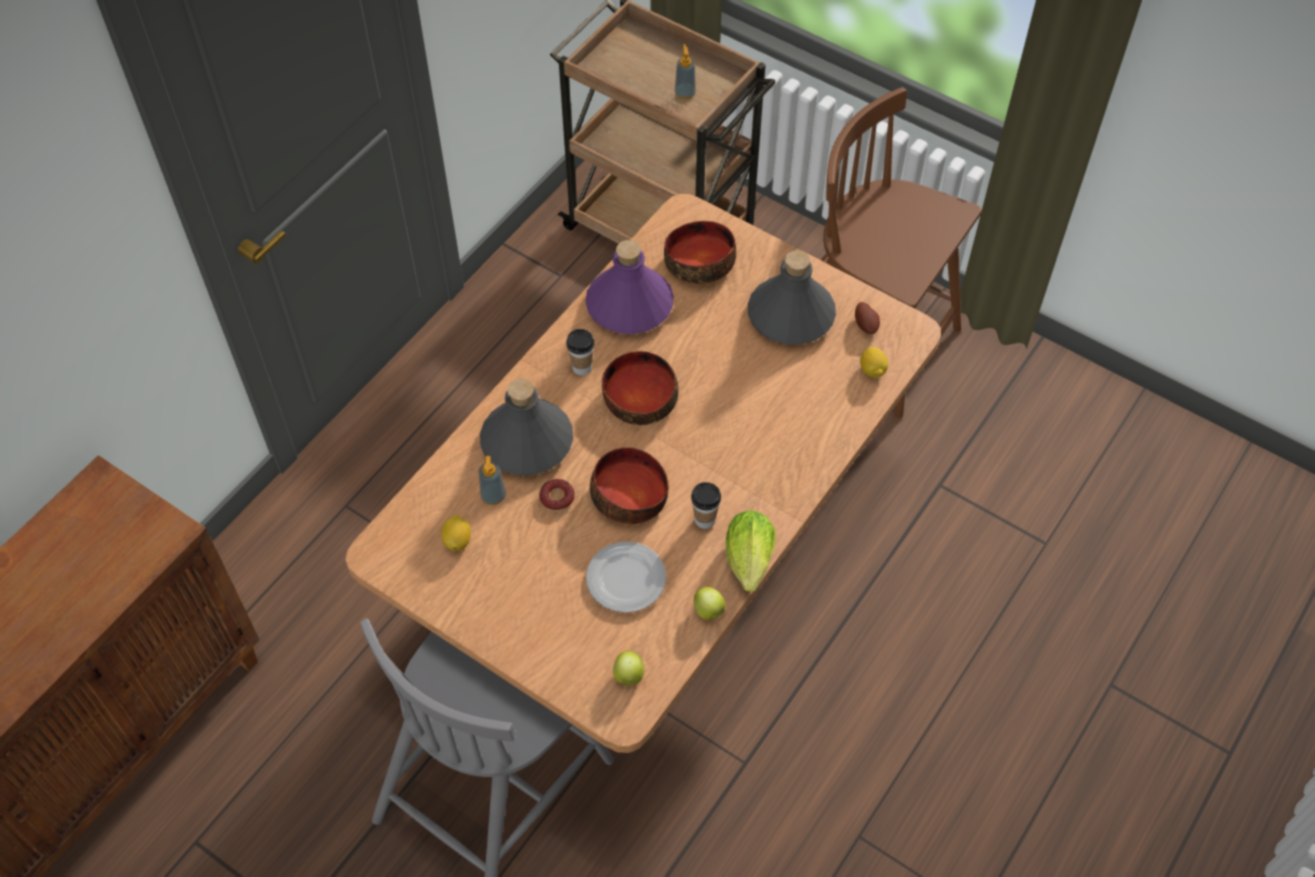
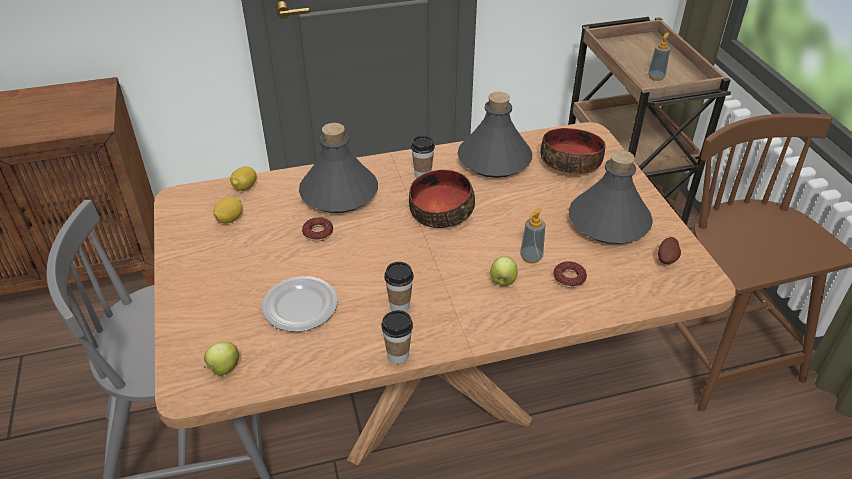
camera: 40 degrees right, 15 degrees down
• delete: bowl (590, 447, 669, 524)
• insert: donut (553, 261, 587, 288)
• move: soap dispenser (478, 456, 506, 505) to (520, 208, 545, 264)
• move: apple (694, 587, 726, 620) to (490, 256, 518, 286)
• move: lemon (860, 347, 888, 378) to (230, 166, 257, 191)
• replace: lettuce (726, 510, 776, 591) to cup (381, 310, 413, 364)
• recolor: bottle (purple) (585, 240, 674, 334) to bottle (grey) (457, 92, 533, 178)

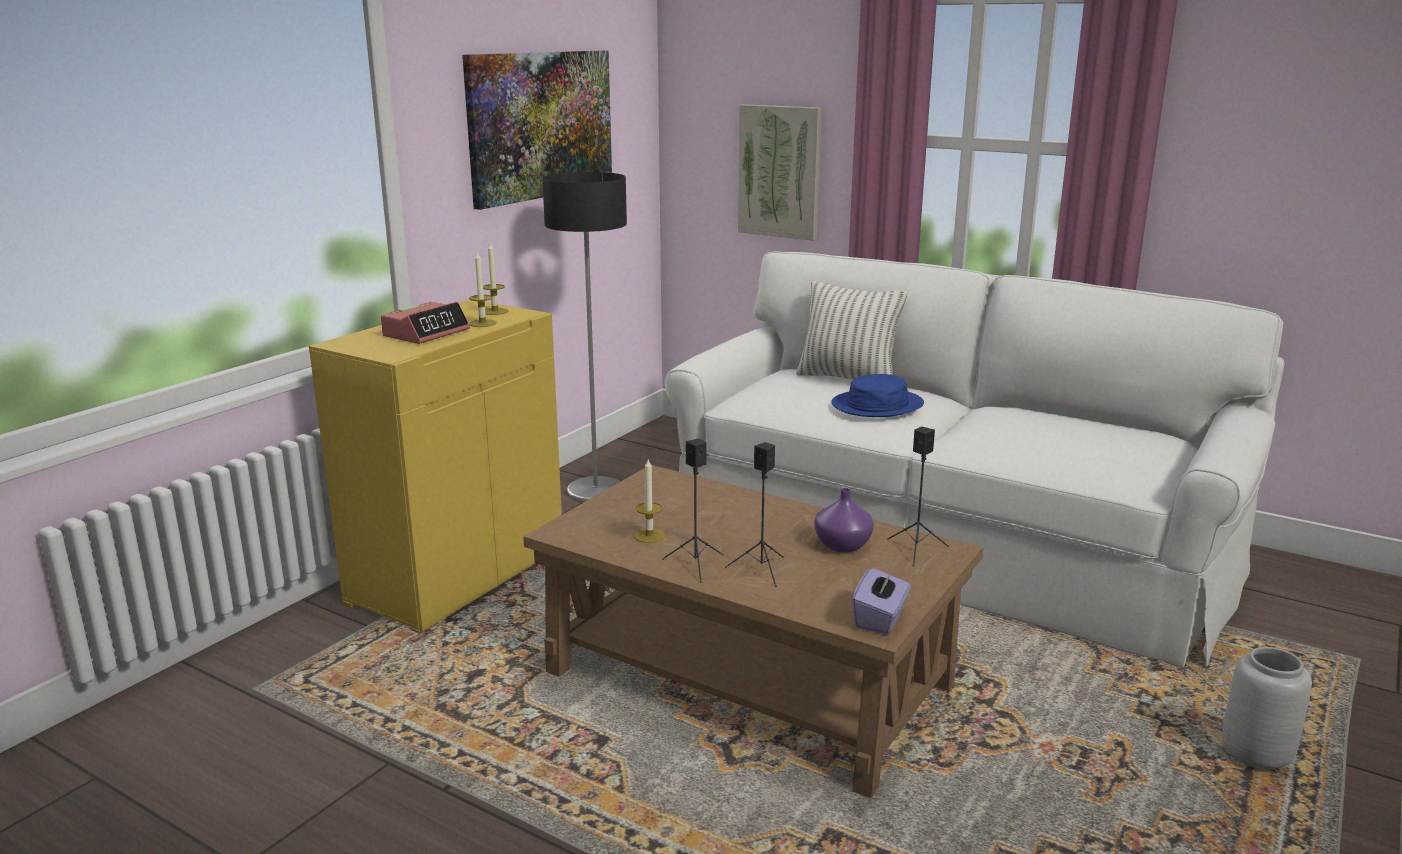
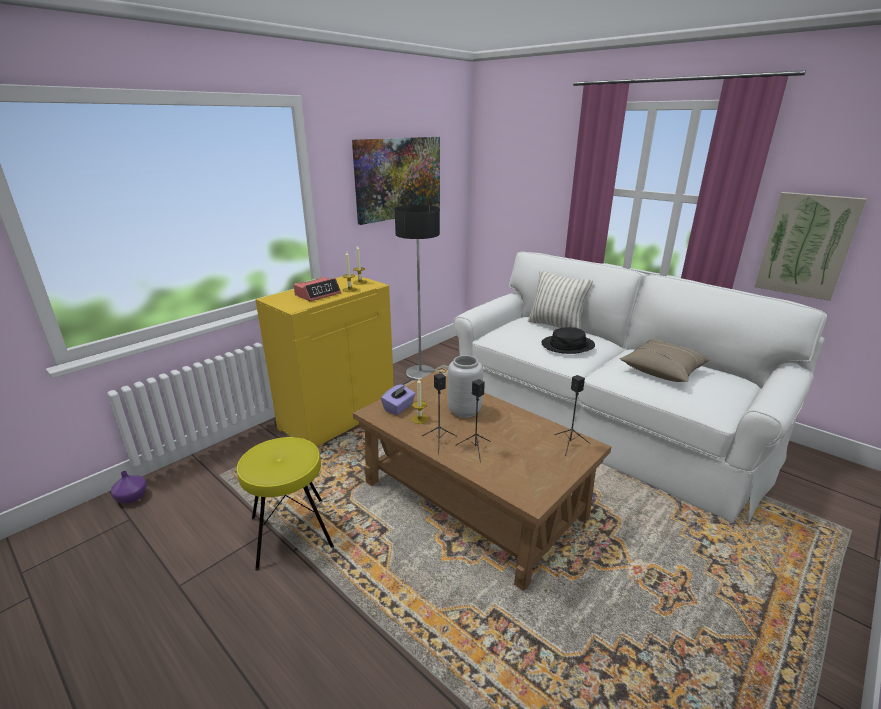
camera: 10 degrees right, 5 degrees up
• insert: stool (yellow) (237, 437, 334, 571)
• insert: pillow (beige) (620, 339, 711, 382)
• move: picture (738, 104, 822, 241) to (754, 192, 867, 301)
• move: vase (purple) (814, 488, 874, 553) to (111, 471, 147, 503)
• move: tissue box (purple) (852, 568, 910, 635) to (381, 384, 416, 415)
• move: vase (grey) (1222, 647, 1312, 770) to (448, 355, 483, 418)
• recolor: hat (blue) (831, 374, 924, 417) to hat (black) (541, 327, 595, 354)

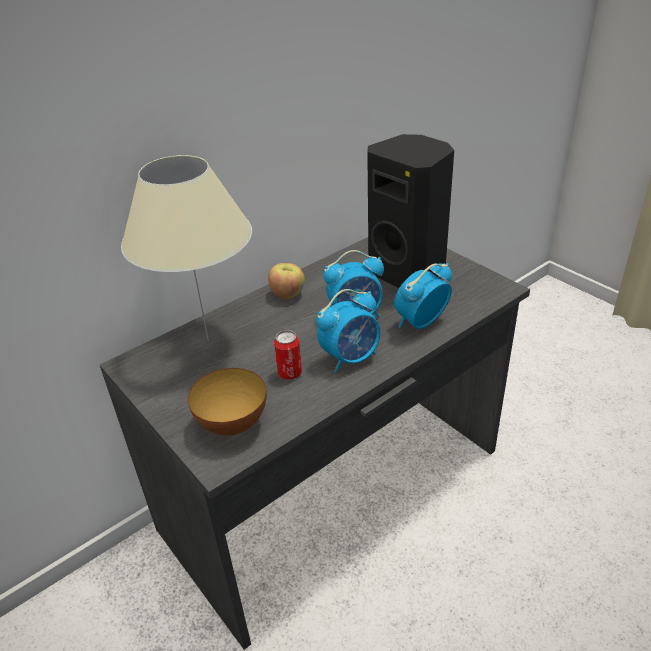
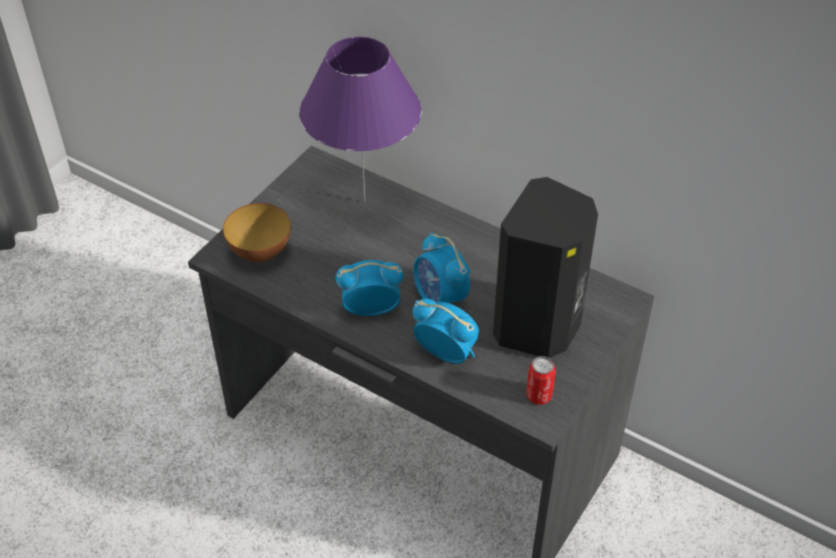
camera: 70 degrees right, 10 degrees up
• delete: apple (268, 263, 305, 299)
• move: can (274, 330, 302, 380) to (526, 356, 556, 404)
• recolor: table lamp (beige) (121, 155, 252, 341) to table lamp (purple) (299, 37, 422, 202)
• rotate: alarm clock (316, 289, 380, 373) = (336, 260, 403, 316) 135 degrees clockwise

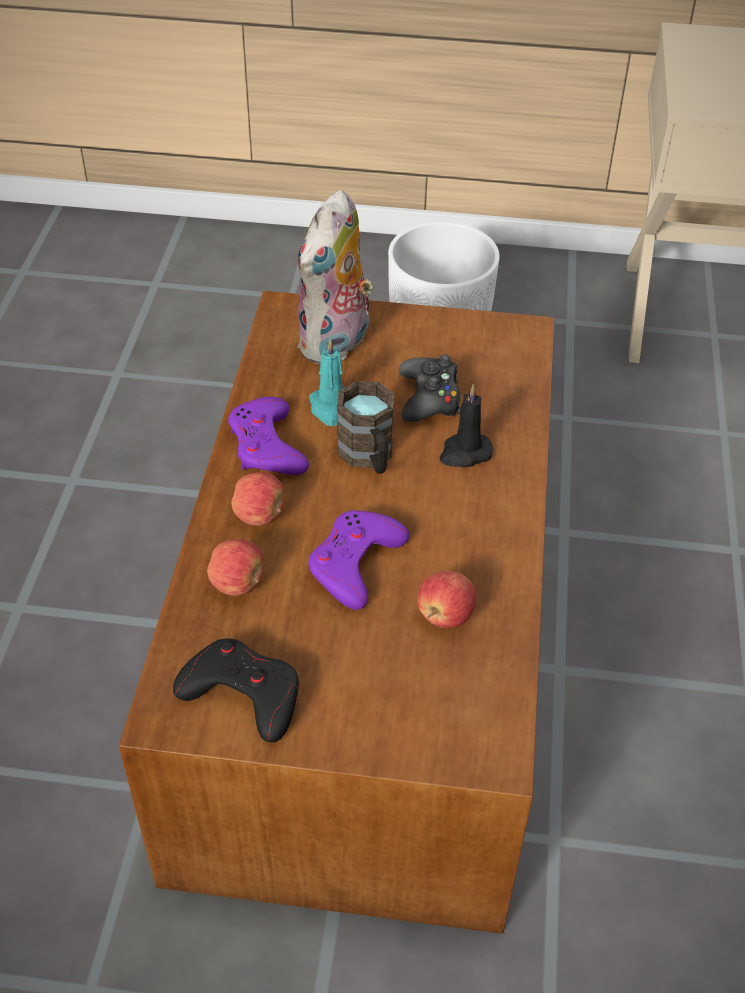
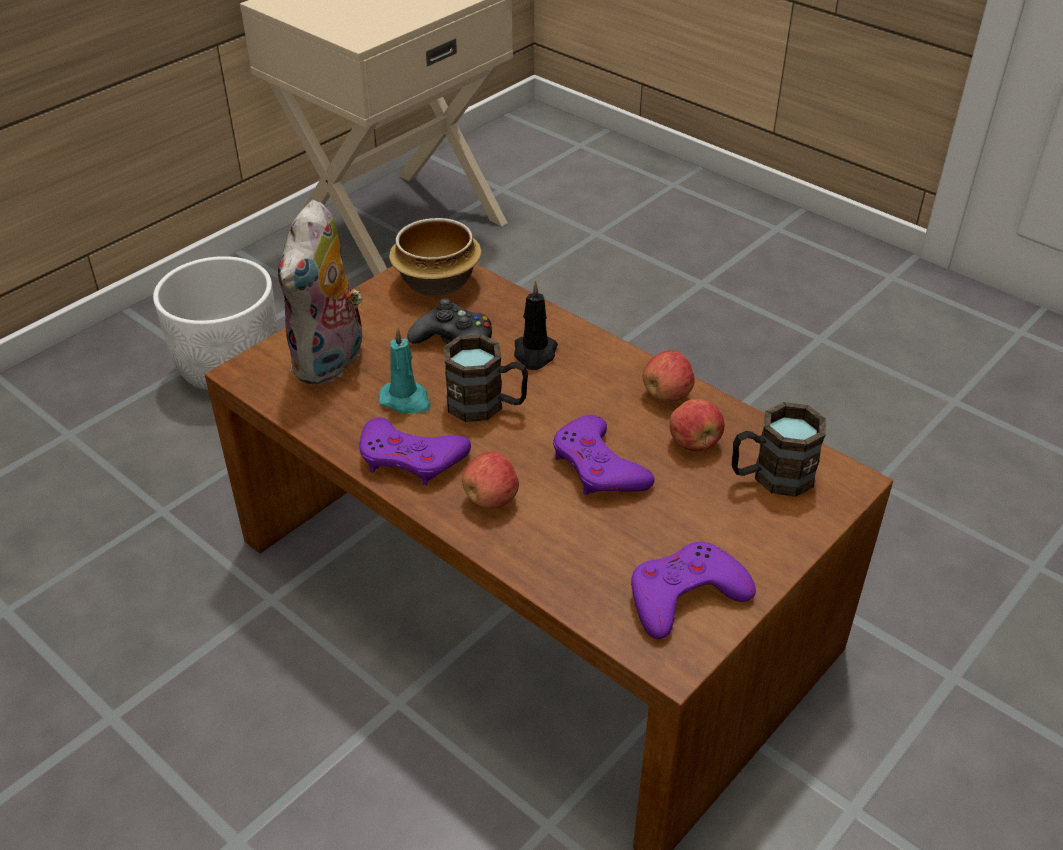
camera: 55 degrees left, 5 degrees down
• insert: bowl (389, 218, 482, 296)
• insert: mug (brown) (732, 402, 826, 497)
• move: apple (207, 539, 264, 596) to (643, 350, 695, 402)
• recolor: game controller (black) (173, 638, 299, 743) to game controller (purple) (631, 542, 756, 639)
• rotate: plush toy (297, 190, 374, 364) = (278, 200, 370, 385) 45 degrees clockwise

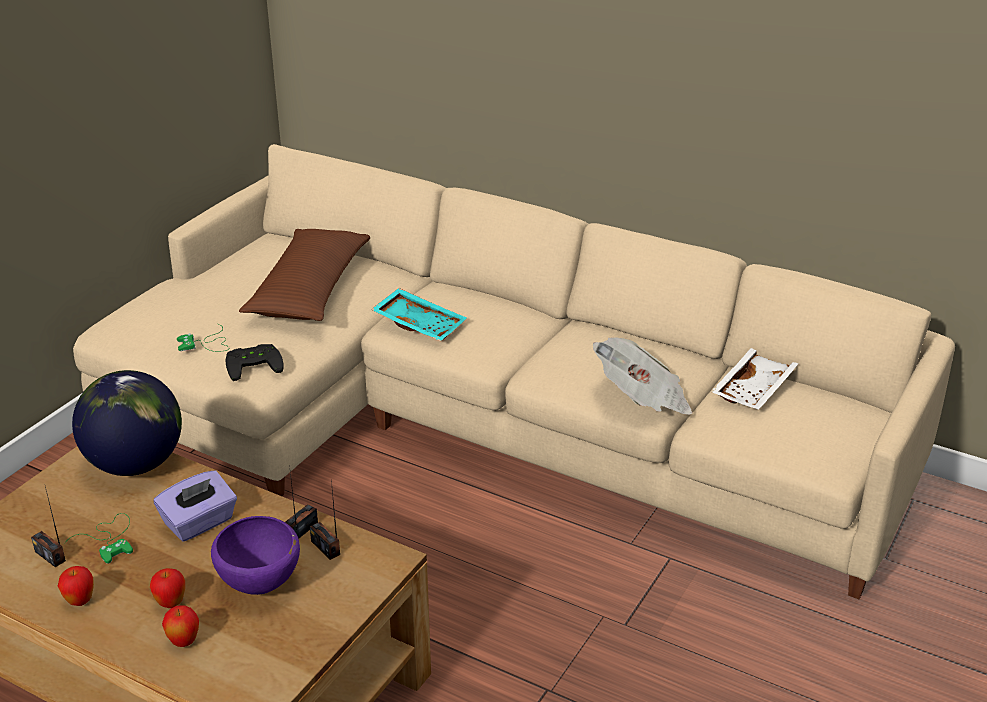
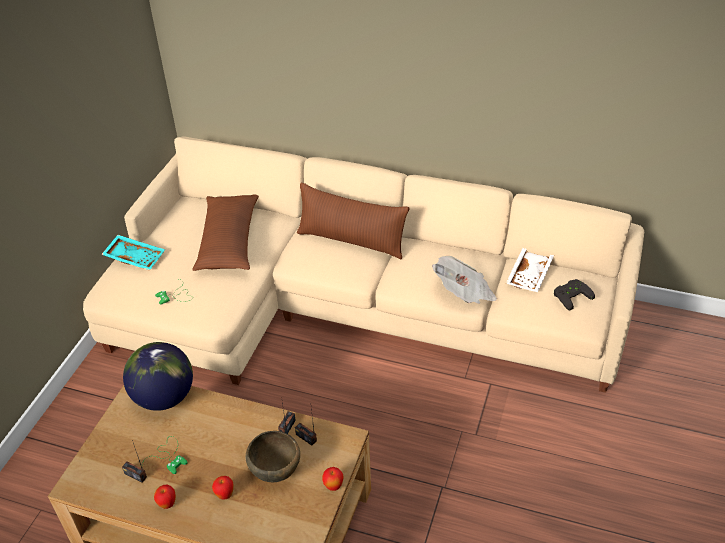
camera: 10 degrees left, 10 degrees up
• delete: tissue box (purple) (154, 470, 237, 542)
• insert: pillow (brown) (297, 183, 410, 259)
• move: apple (162, 605, 199, 647) to (322, 467, 343, 491)
• move: game controller (black) (226, 344, 284, 381) to (554, 279, 595, 311)
• move: tray (turquoise) (371, 288, 467, 341) to (101, 235, 165, 271)
• recolor: bowl (purple) (211, 516, 300, 595) to bowl (brown) (246, 431, 300, 482)

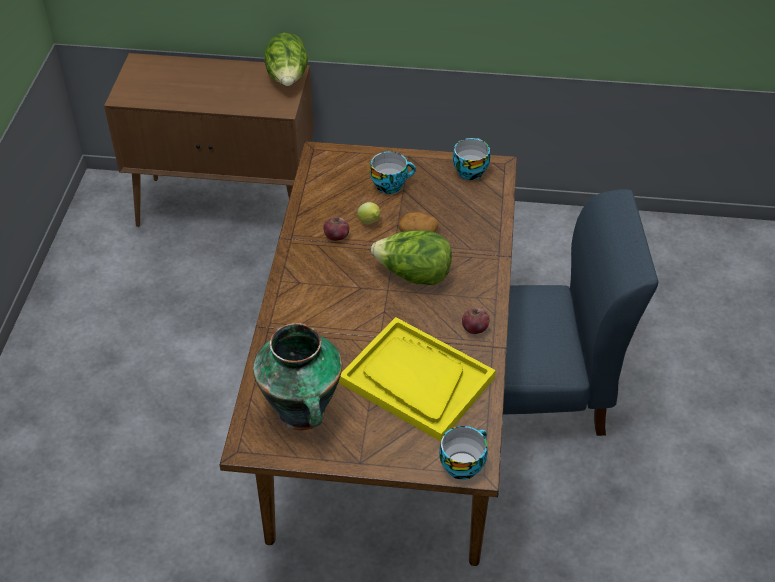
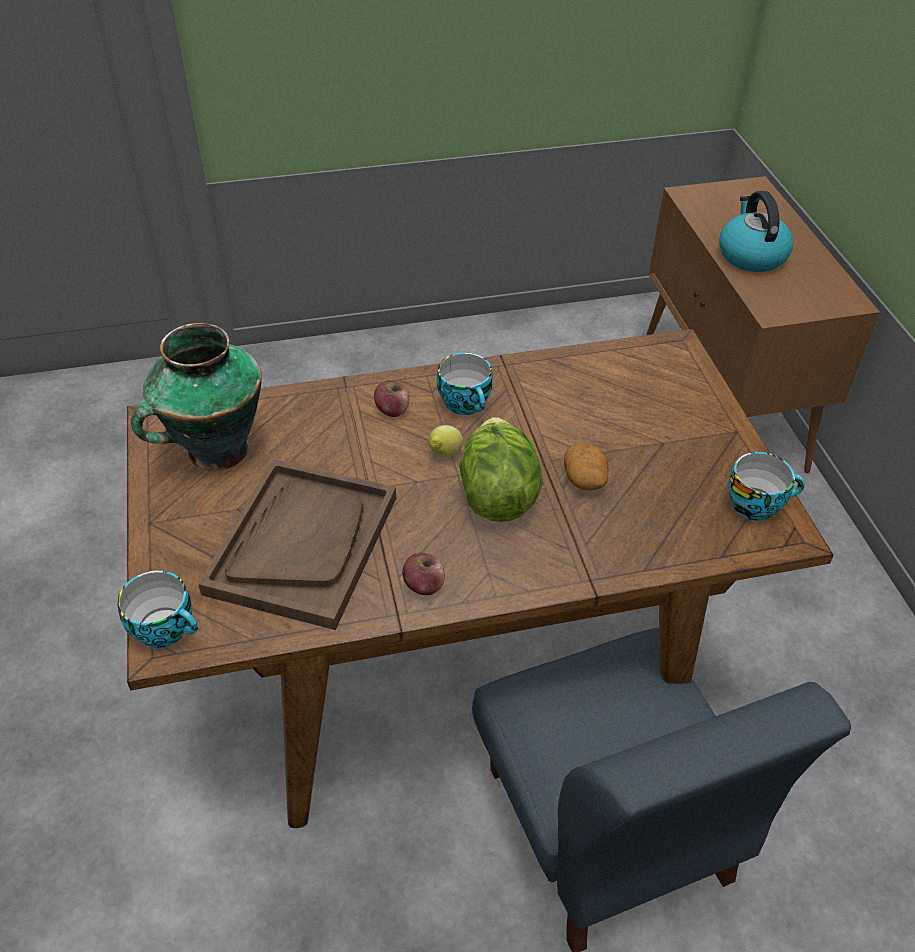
camera: 70 degrees right, 0 degrees up
• delete: lettuce (264, 33, 308, 86)
• insert: kettle (719, 191, 793, 272)
• move: apple (323, 217, 349, 241) to (374, 380, 410, 417)
• move: lemon (357, 202, 380, 224) to (428, 425, 463, 457)
• move: cup (370, 151, 416, 194) to (437, 353, 493, 415)
• recolor: tray (yellow) (339, 317, 496, 442) to tray (brown) (198, 459, 396, 630)

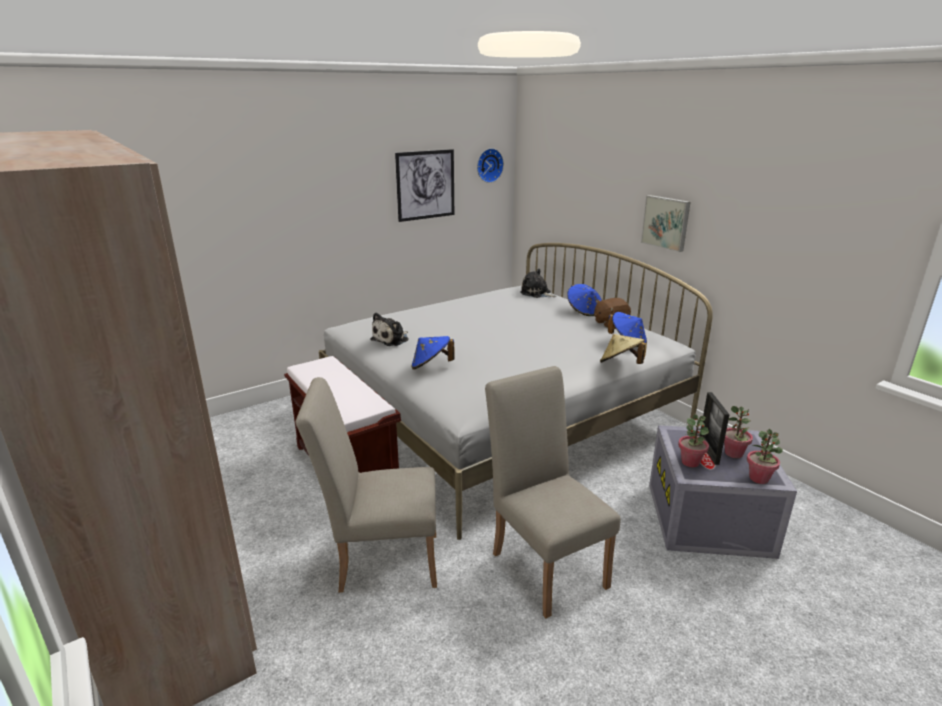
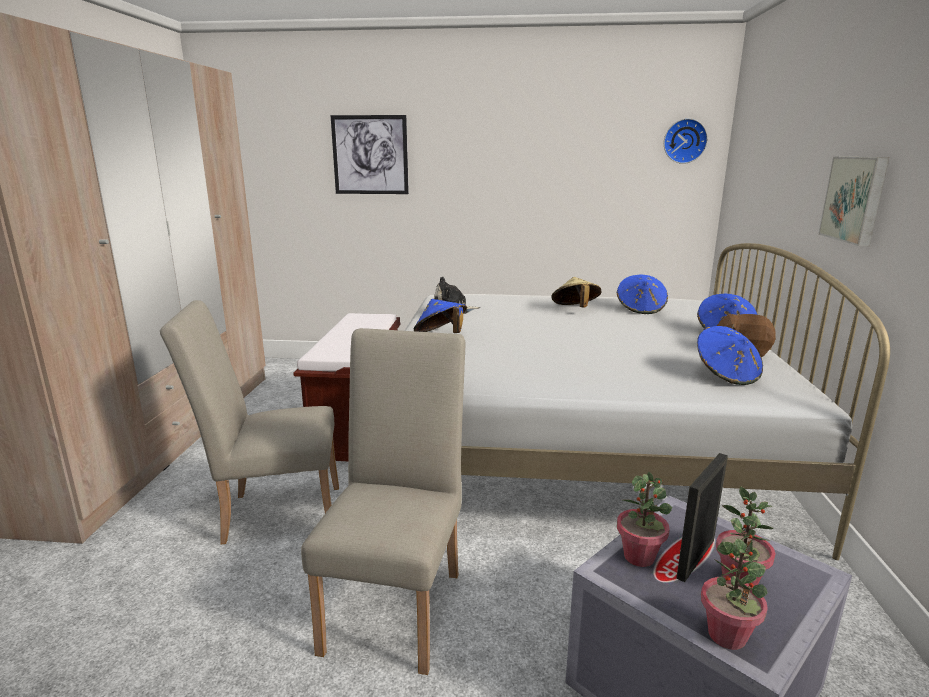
camera: 40 degrees right, 5 degrees down
• delete: plush toy (520, 269, 556, 298)
• insert: hat (blue) (617, 275, 668, 314)
• move: picture (395, 149, 454, 222) to (331, 115, 409, 194)
• move: hat (beige) (600, 334, 647, 364) to (551, 277, 601, 308)
• rotate: chair (beige) (295, 377, 437, 592) = (160, 300, 339, 544) 45 degrees counterclockwise

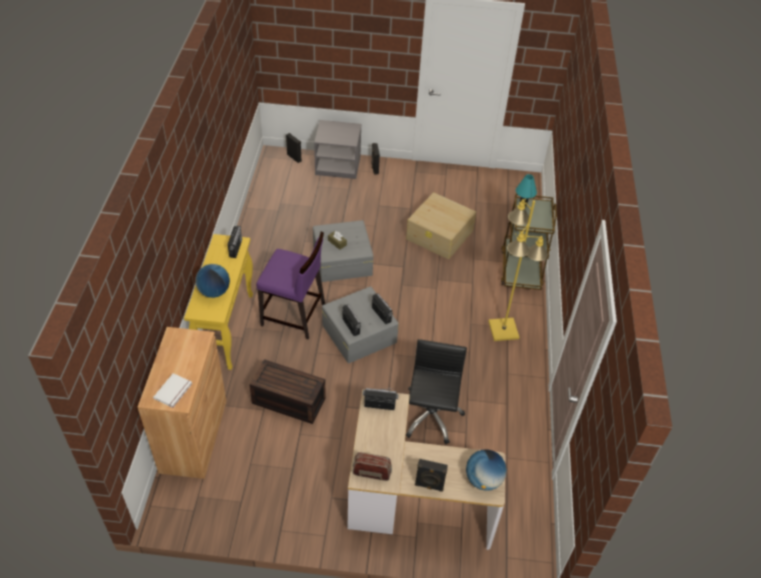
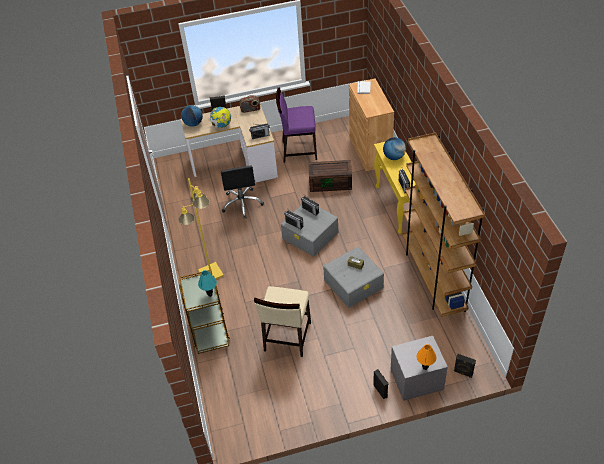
camera: 165 degrees right, 0 degrees up
• insert: globe (210, 107, 231, 128)
• insert: bookcase (brown) (402, 132, 485, 317)
• insert: table lamp (orange) (416, 344, 437, 370)
• move: chair (purple) (256, 232, 325, 339) to (276, 87, 317, 163)
• replace: storage box (beige) (406, 192, 476, 259) to chair (beige) (254, 286, 311, 357)

